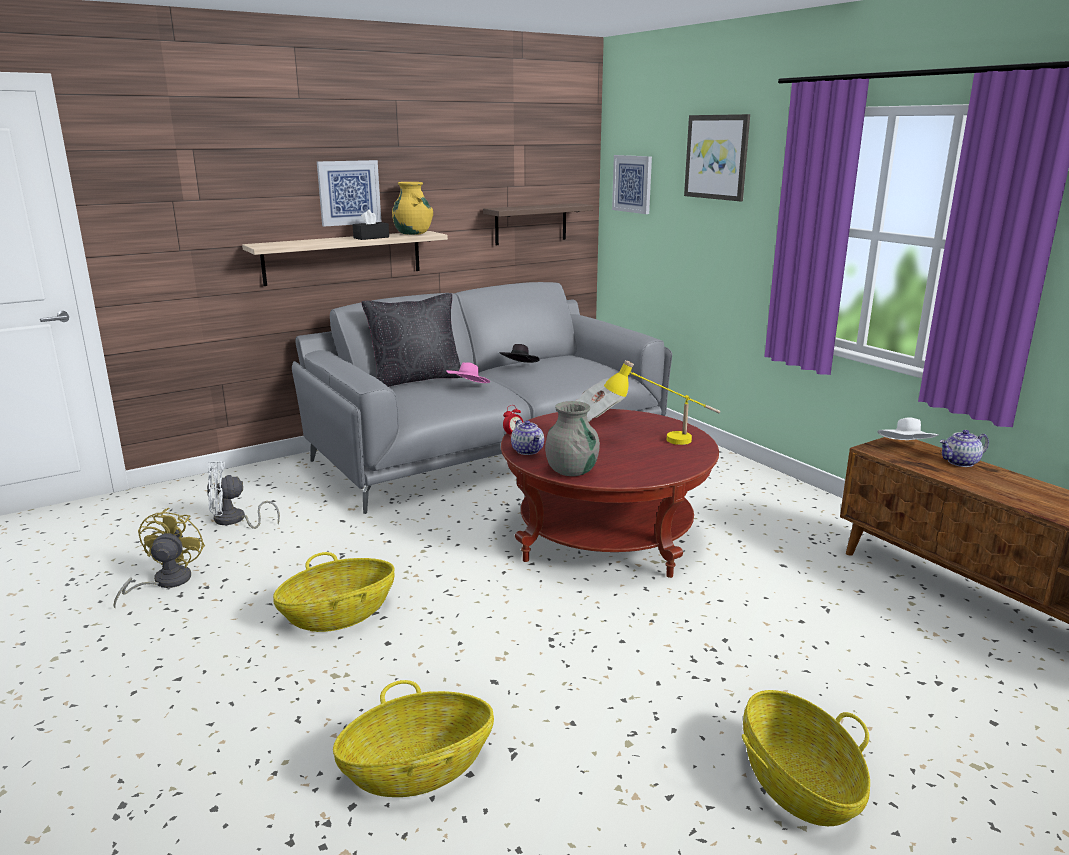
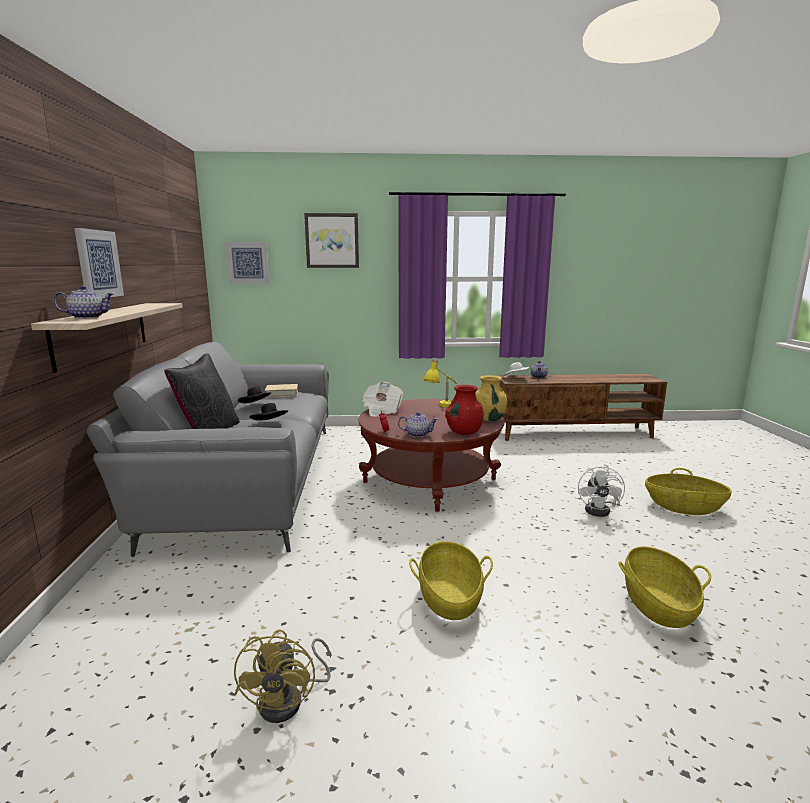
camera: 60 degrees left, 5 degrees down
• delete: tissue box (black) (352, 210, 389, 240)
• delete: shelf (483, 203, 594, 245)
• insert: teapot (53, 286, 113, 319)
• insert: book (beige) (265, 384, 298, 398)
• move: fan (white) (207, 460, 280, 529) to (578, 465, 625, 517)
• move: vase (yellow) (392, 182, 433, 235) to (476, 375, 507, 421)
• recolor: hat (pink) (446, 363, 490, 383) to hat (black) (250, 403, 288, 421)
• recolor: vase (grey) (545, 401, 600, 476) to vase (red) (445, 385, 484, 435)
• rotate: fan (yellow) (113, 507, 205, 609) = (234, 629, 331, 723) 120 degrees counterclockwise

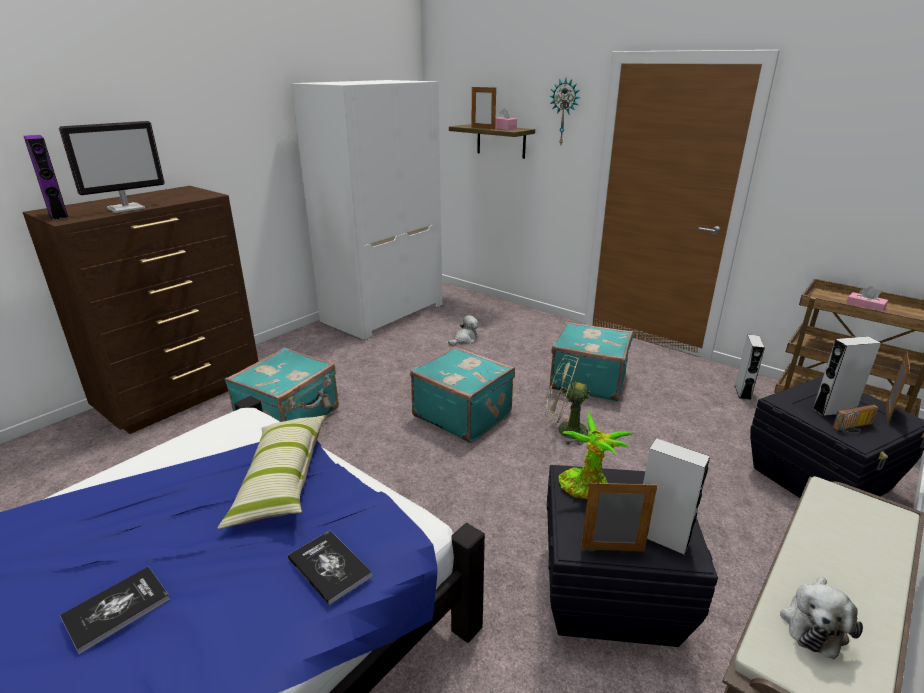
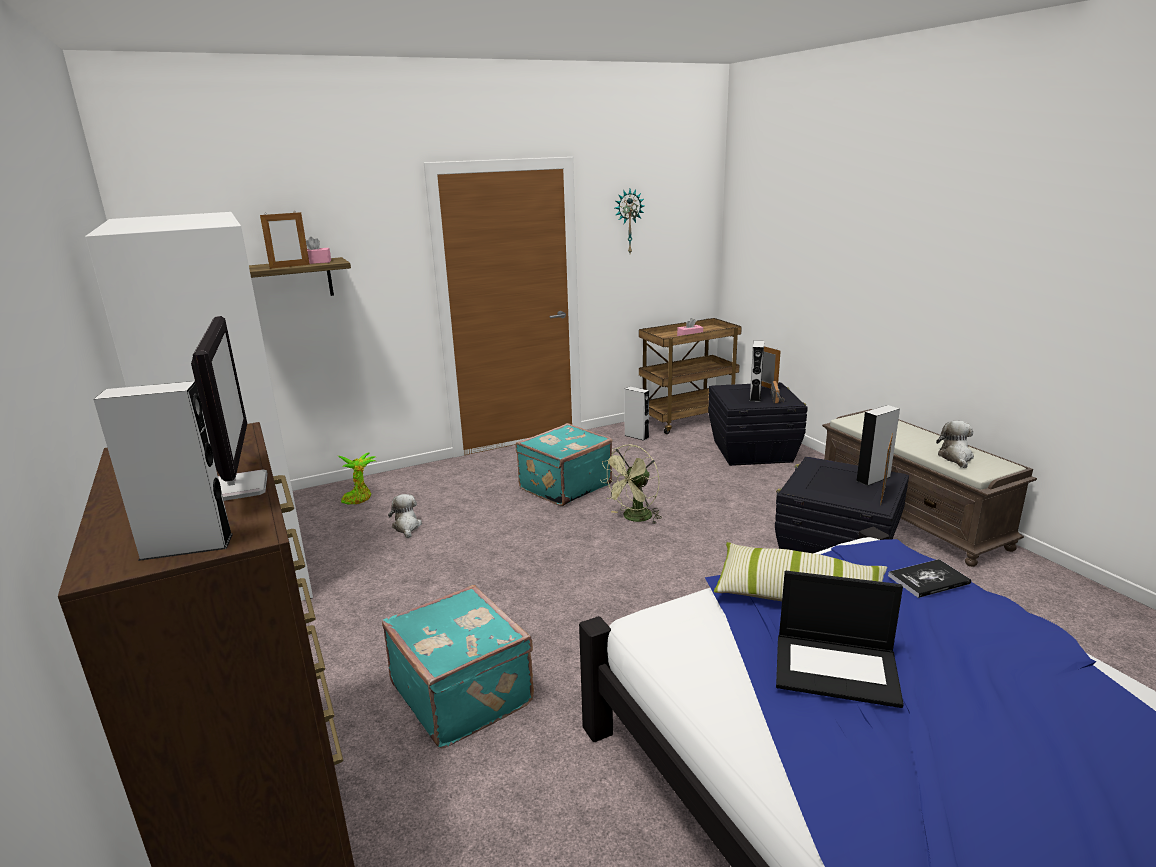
camera: 65 degrees left, 5 degrees down
• delete: book (60, 567, 170, 654)
• delete: suitcase (turquoise) (410, 346, 515, 443)
• insert: laptop (776, 571, 904, 708)
• move: wall clock (549, 78, 580, 144) to (615, 189, 644, 253)
• move: potted plant (559, 411, 633, 499) to (338, 453, 376, 505)
• recolor: speaker (purple) (24, 135, 69, 220) to speaker (grey) (93, 381, 233, 561)
• rotate: plush toy (780, 577, 863, 659) = (936, 421, 974, 468) 135 degrees counterclockwise

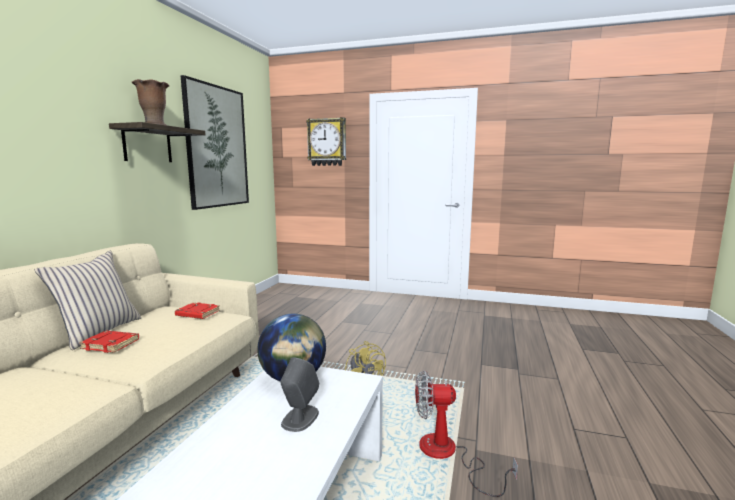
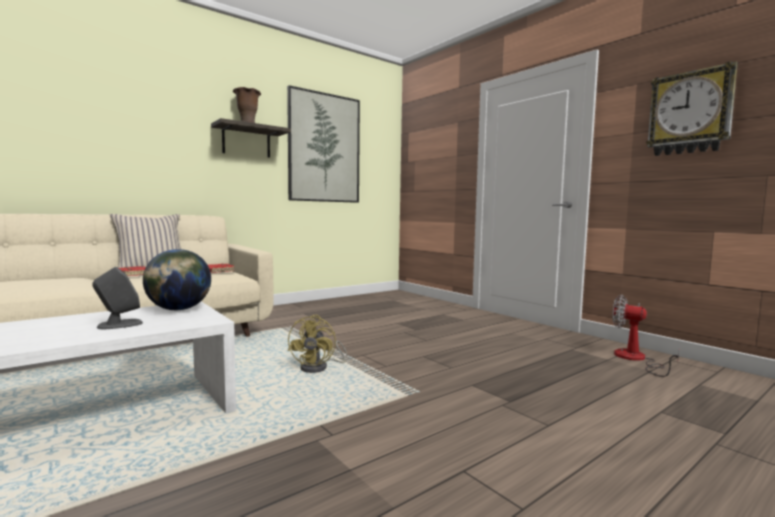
camera: 35 degrees right, 5 degrees down
• move: wall clock (306, 117, 346, 166) to (646, 61, 738, 156)
• move: fan (415, 370, 518, 497) to (612, 295, 679, 377)

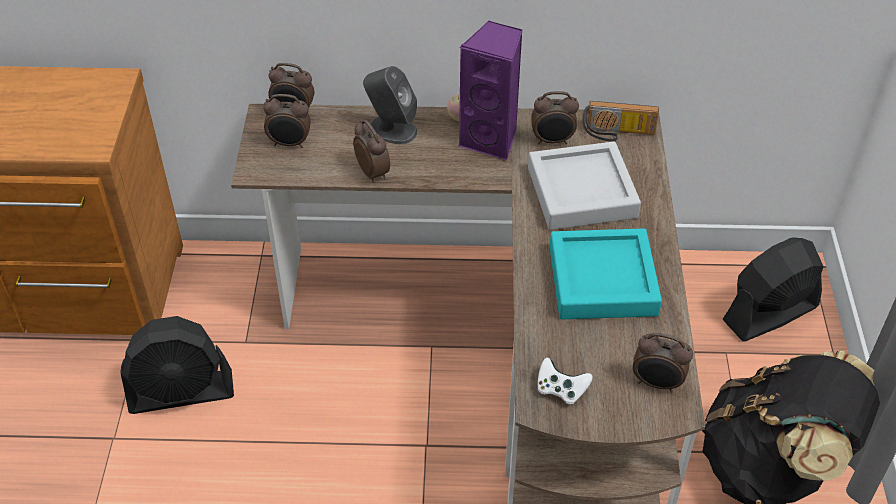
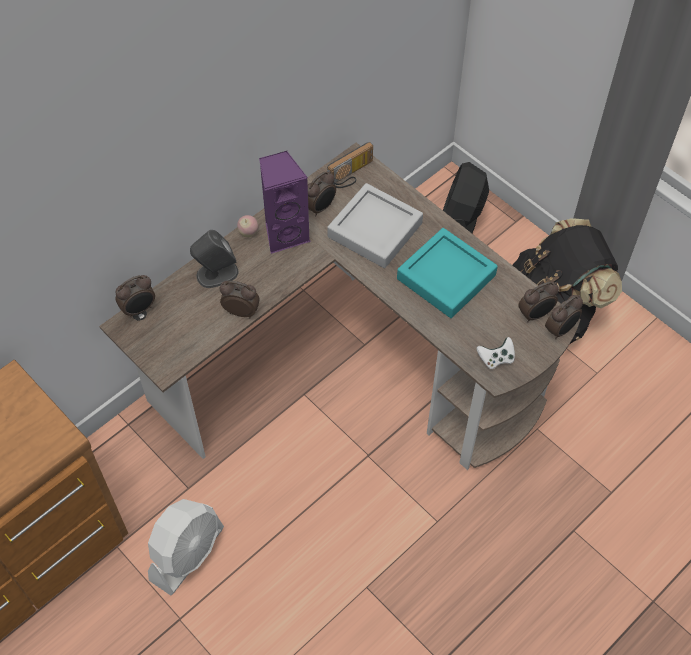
camera: 45 degrees left, 10 degrees up
• move: alarm clock (263, 94, 311, 148) to (545, 295, 583, 340)
• recolor: fan (black) (120, 316, 234, 414) to fan (white) (148, 499, 224, 596)

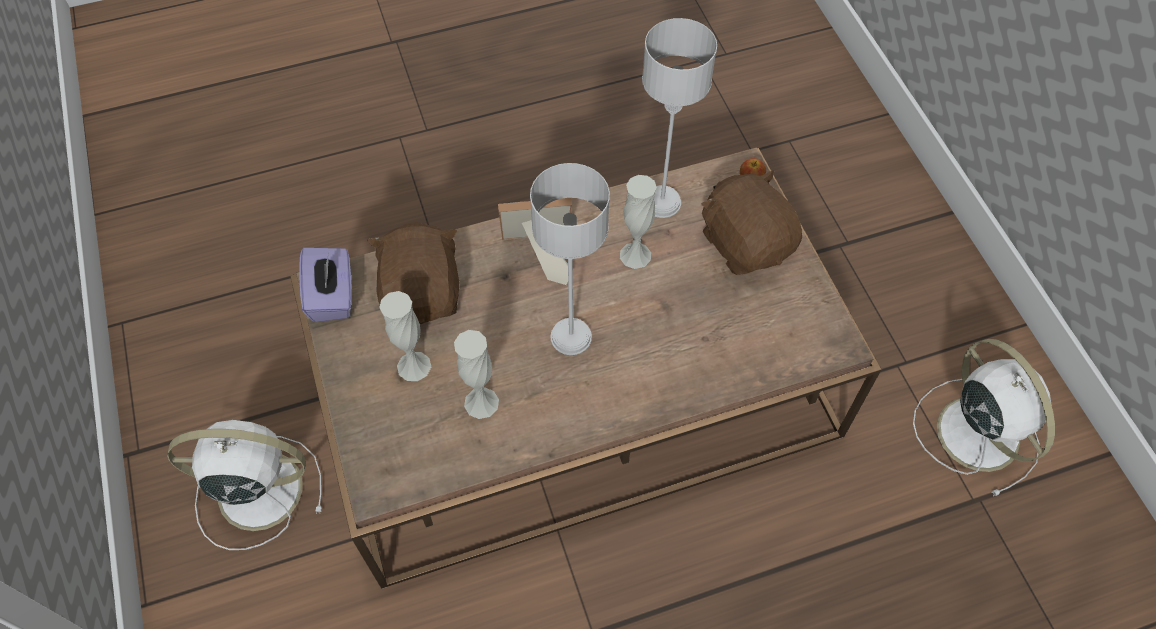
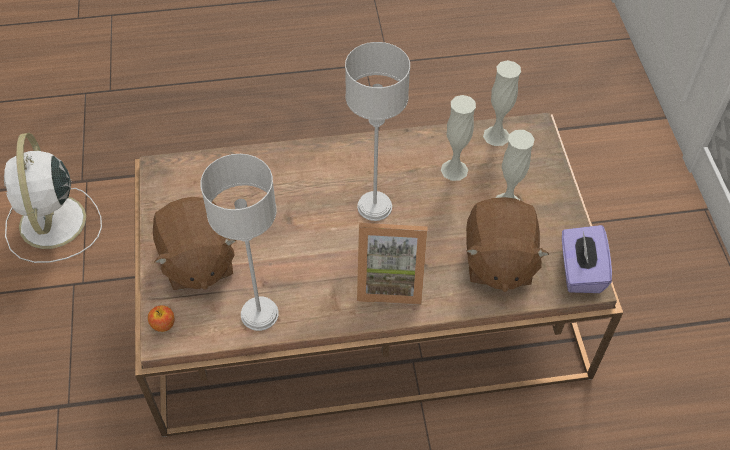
camera: 170 degrees left, 5 degrees down
• delete: fan (white) (167, 420, 322, 550)
• move: vase (white) (620, 175, 657, 269) to (483, 60, 521, 146)

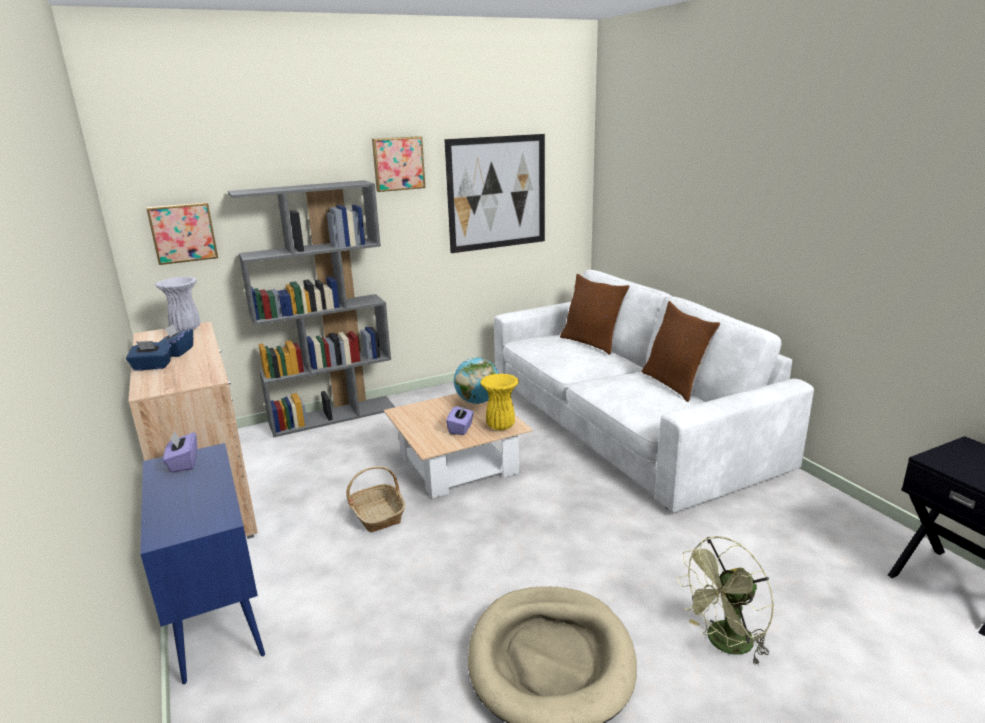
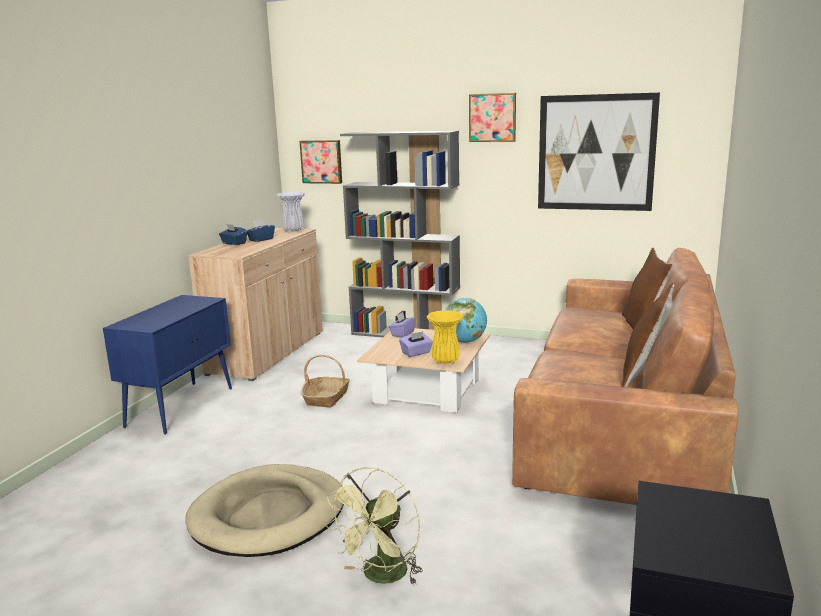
camera: 45 degrees right, 5 degrees down
• move: tissue box (purple) (163, 431, 197, 473) to (389, 312, 416, 337)
• recolor: sofa (white) (494, 270, 814, 512) to sofa (brown) (512, 248, 738, 505)
• rotate: fan (green) (677, 536, 774, 666) = (325, 467, 423, 585) 75 degrees counterclockwise

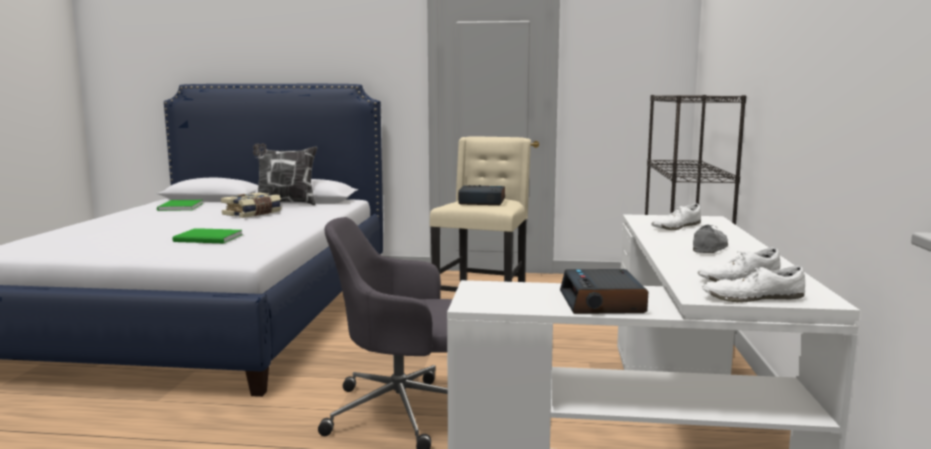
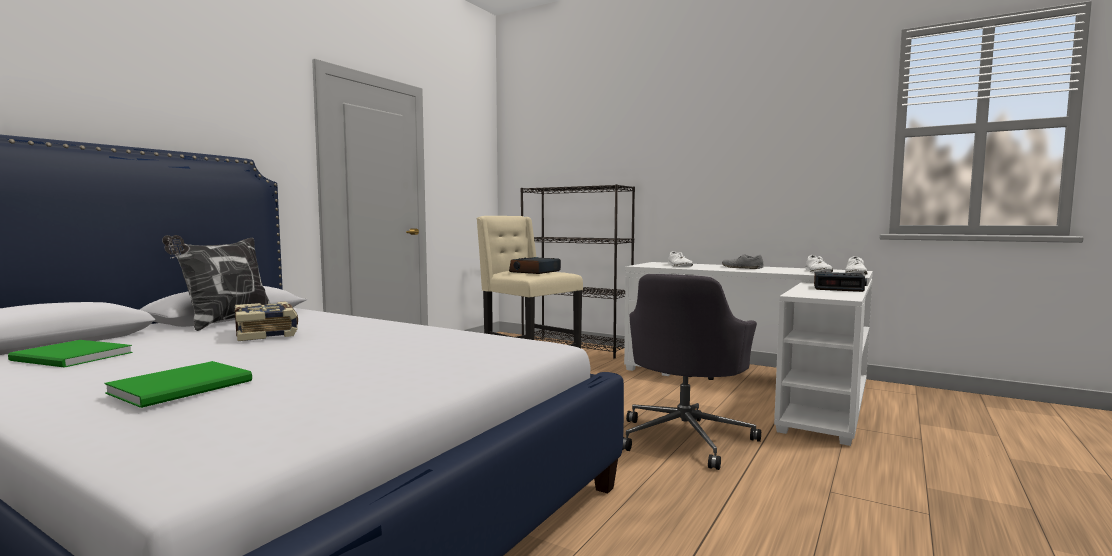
camera: 65 degrees left, 5 degrees down
• move: book (green) (172, 228, 243, 243) to (104, 361, 252, 408)

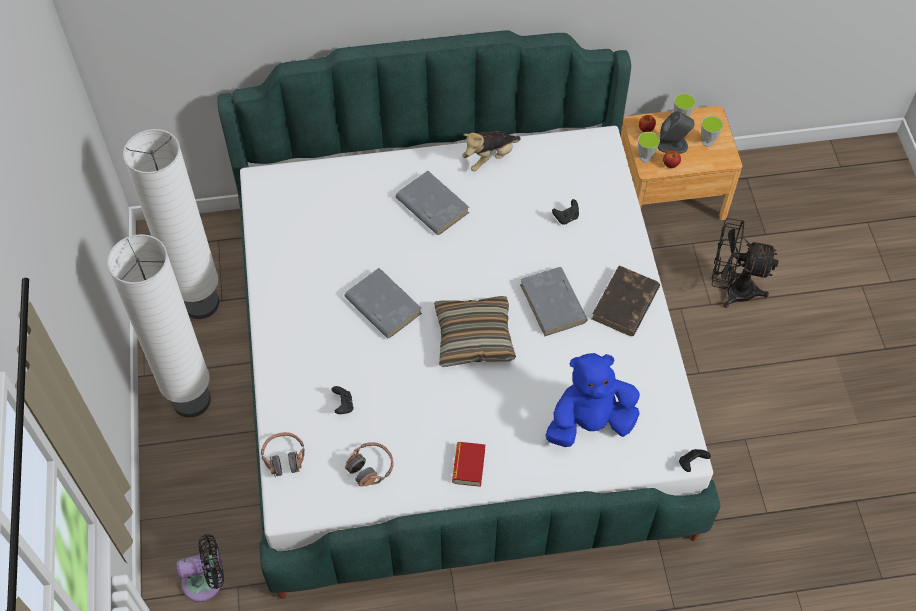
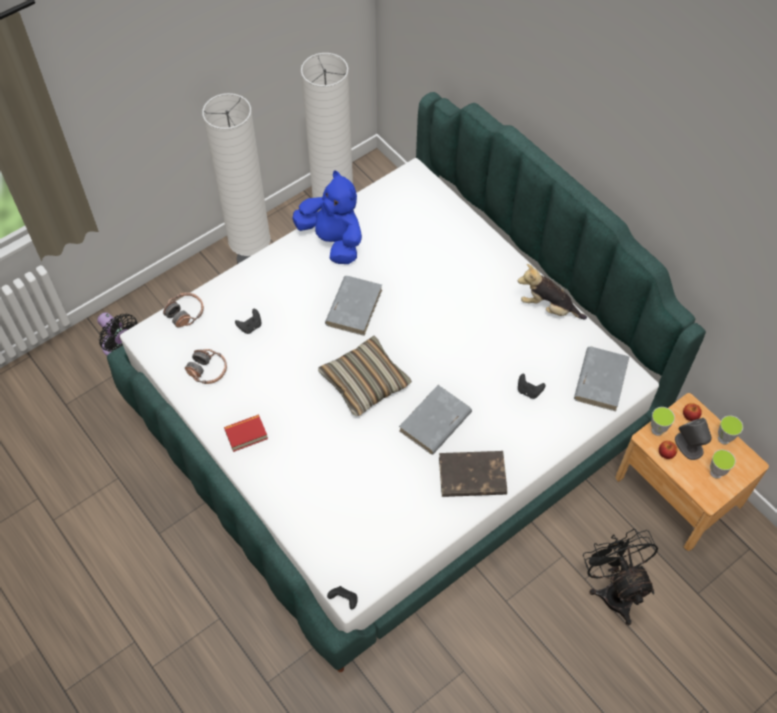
camera: 60 degrees right, 0 degrees up
• move: book (grey) (395, 171, 469, 235) to (574, 347, 630, 412)
• move: plush toy (blue) (546, 353, 640, 447) to (292, 170, 362, 264)

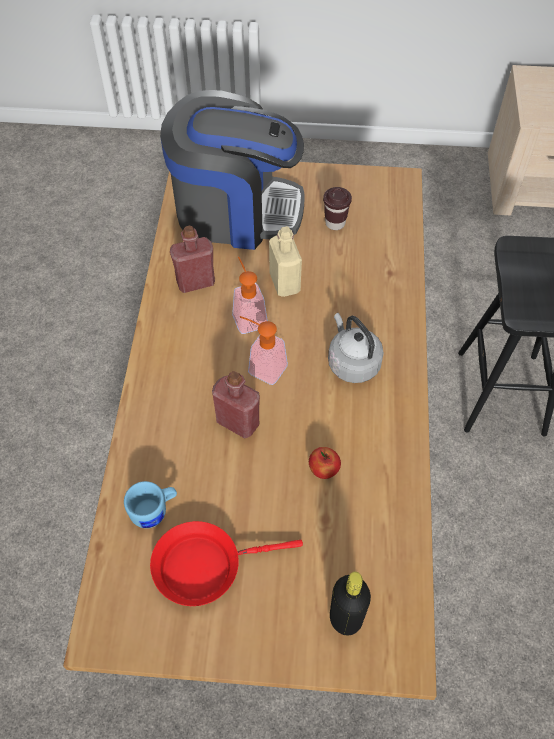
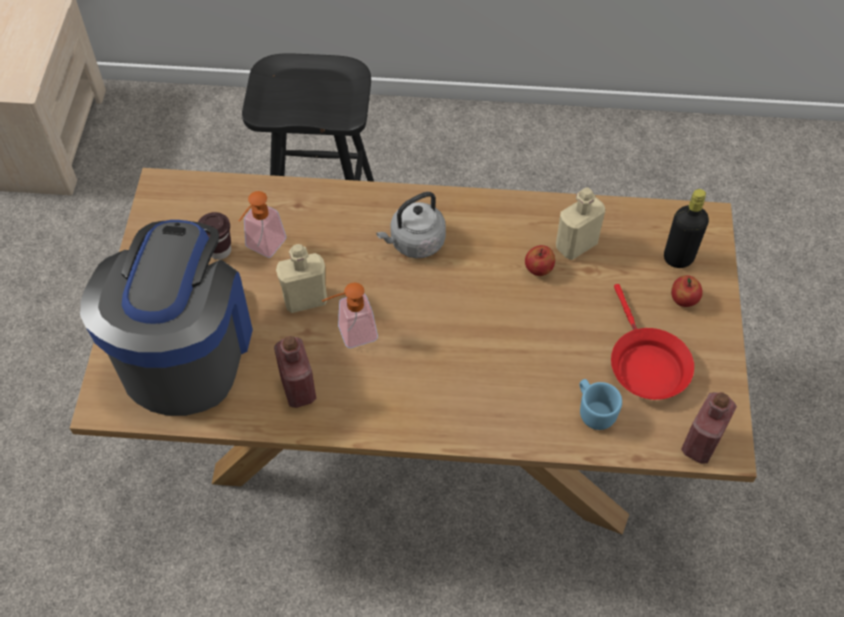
camera: 90 degrees left, 0 degrees up
• insert: bottle (beige) (556, 187, 605, 260)
• insert: apple (671, 275, 703, 307)
• move: bottle (red) (212, 371, 260, 439) to (681, 392, 737, 463)
• move: soap dispenser (240, 316, 288, 385) to (239, 191, 286, 258)

